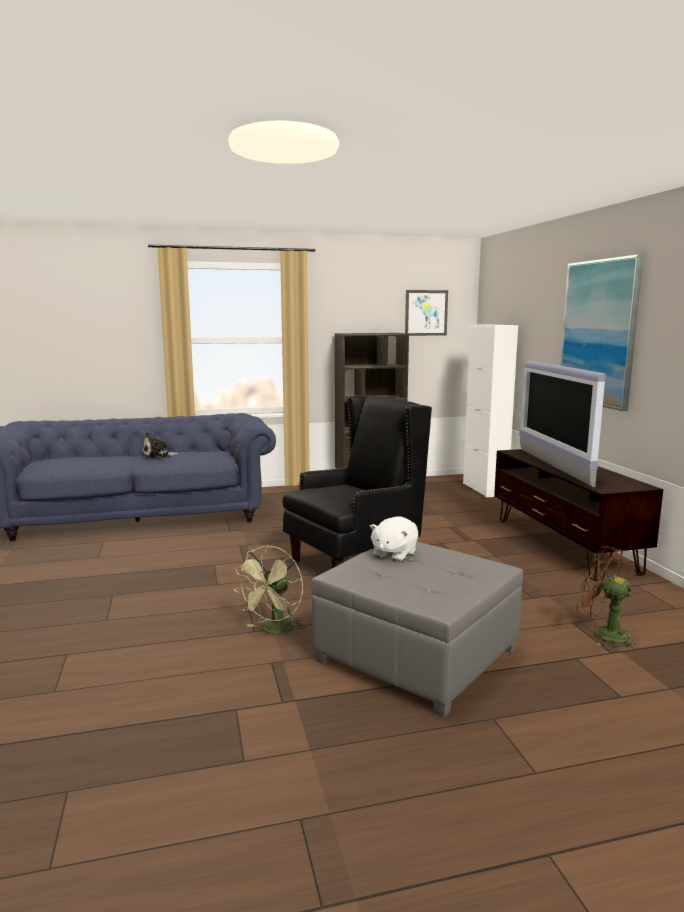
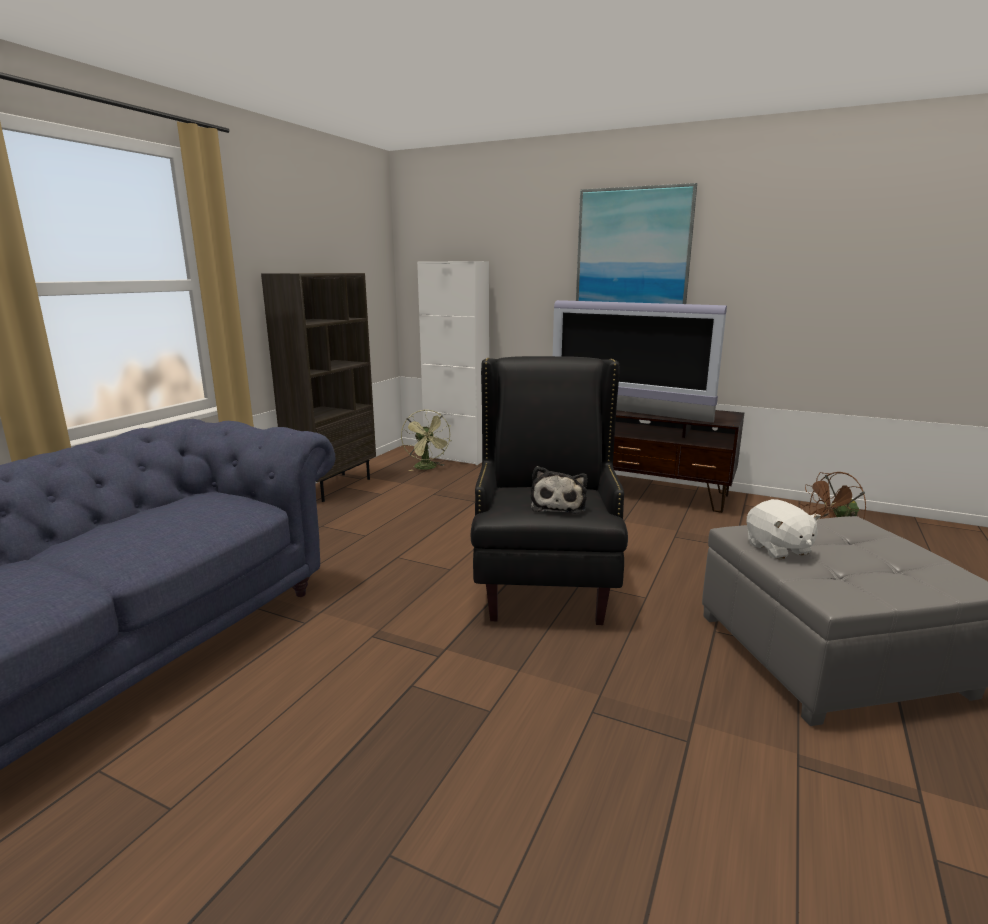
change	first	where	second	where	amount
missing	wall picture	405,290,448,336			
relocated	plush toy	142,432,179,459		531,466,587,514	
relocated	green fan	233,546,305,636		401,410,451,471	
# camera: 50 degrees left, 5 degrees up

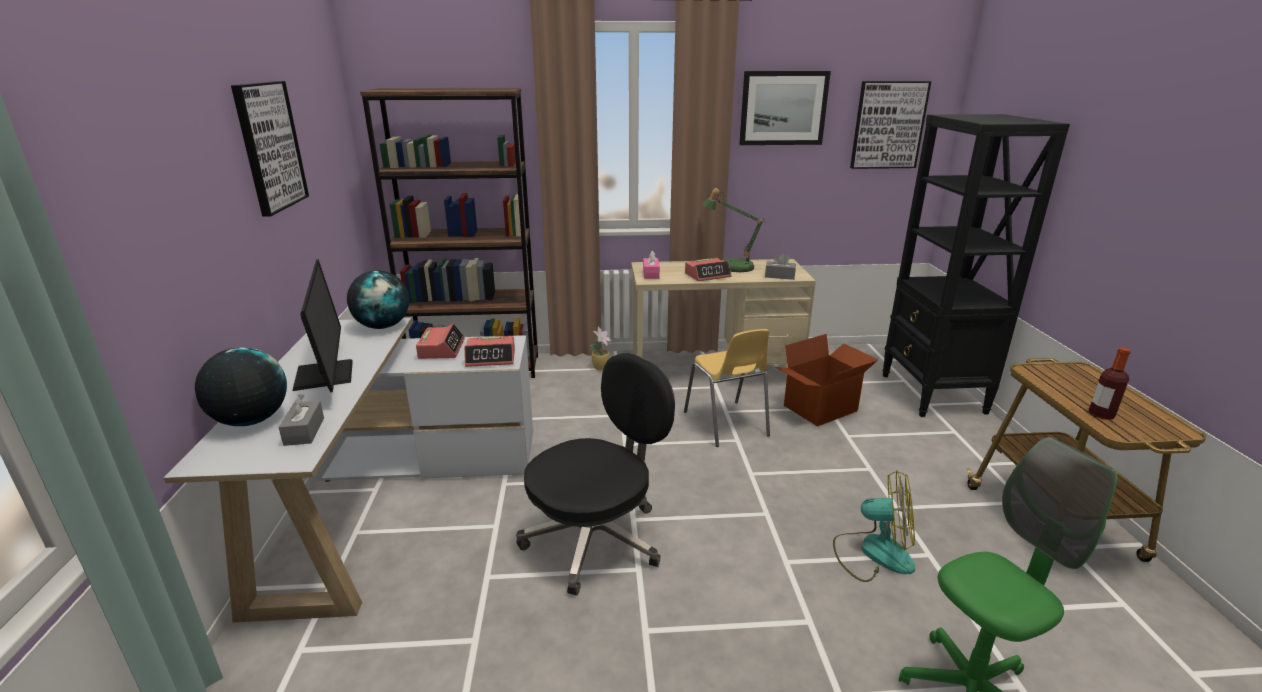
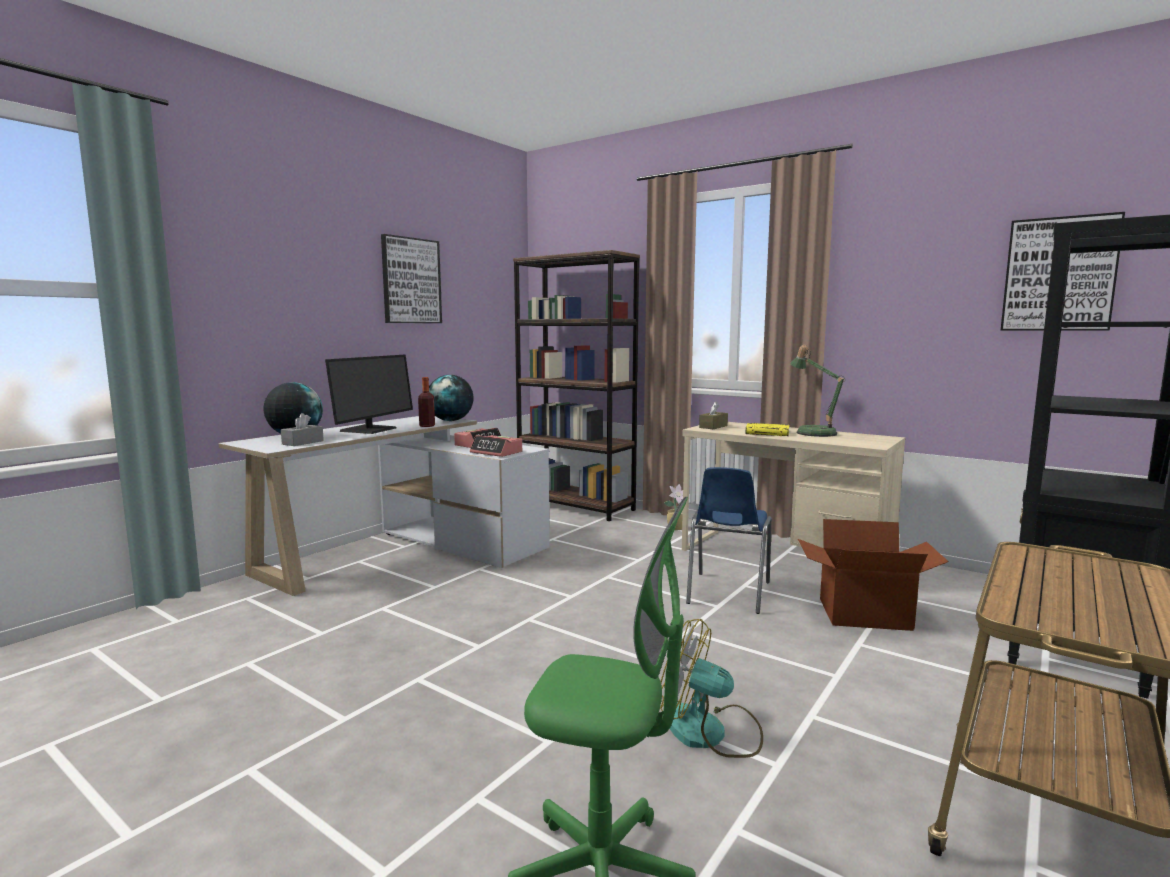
change	first	where	second	where	amount
missing	blackish desk chair	516,353,675,596			
missing	wall picture	739,71,831,145			
missing	grey box of tissues	765,253,796,280			
relocated	bottle	1088,347,1131,419		418,377,435,427	
exchanged	alarm clock	685,258,731,281	yellowish volume	745,423,789,436	
colour	pink box of tissues	643,251,660,279	brown-coloured box of tissues	699,401,728,429	
colour	yellowish plain chair	684,329,770,447	blue plain chair	686,467,772,614	
spun	fan	833,470,915,582		660,619,763,758	150 degrees clockwise
# camera: 40 degrees right, 15 degrees down

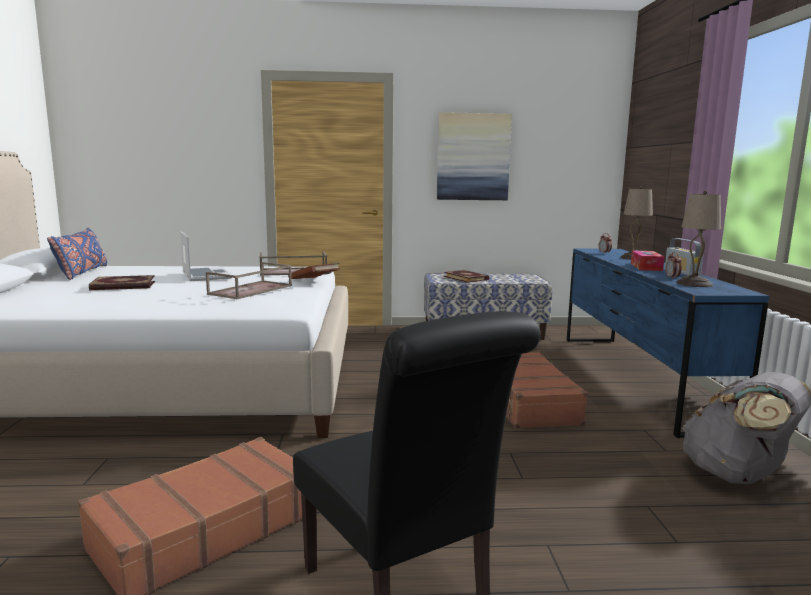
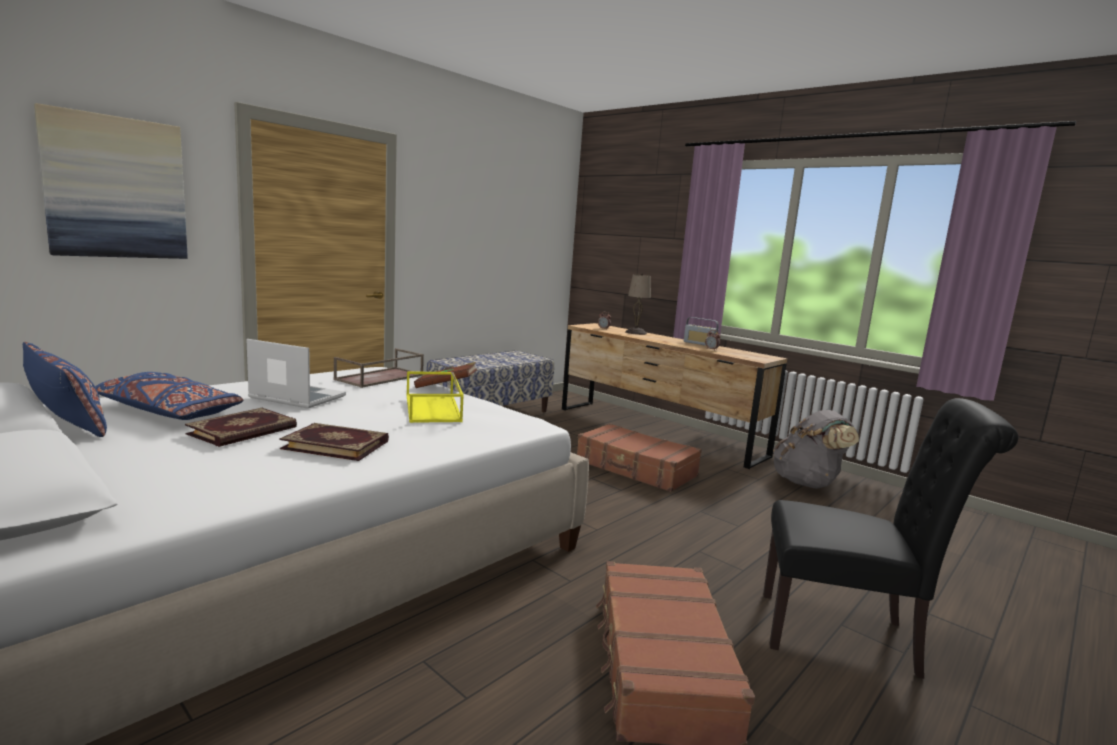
change	first	where	second	where	amount
missing	box of tissues	631,250,664,271			
missing	sand-coloured table lamp	676,191,721,287			
appeared			blue pillow	95,372,244,420	
relocated	wall picture	437,112,512,200		34,103,188,259	
relocated	volume	444,270,489,283		280,423,389,461	
colour	brown-coloured serving tray	206,262,292,299	yellowish serving tray	407,371,464,423	
colour	blue dresser	567,248,769,438	brown-coloured dresser	562,323,787,469	
# camera: 45 degrees left, 0 degrees up

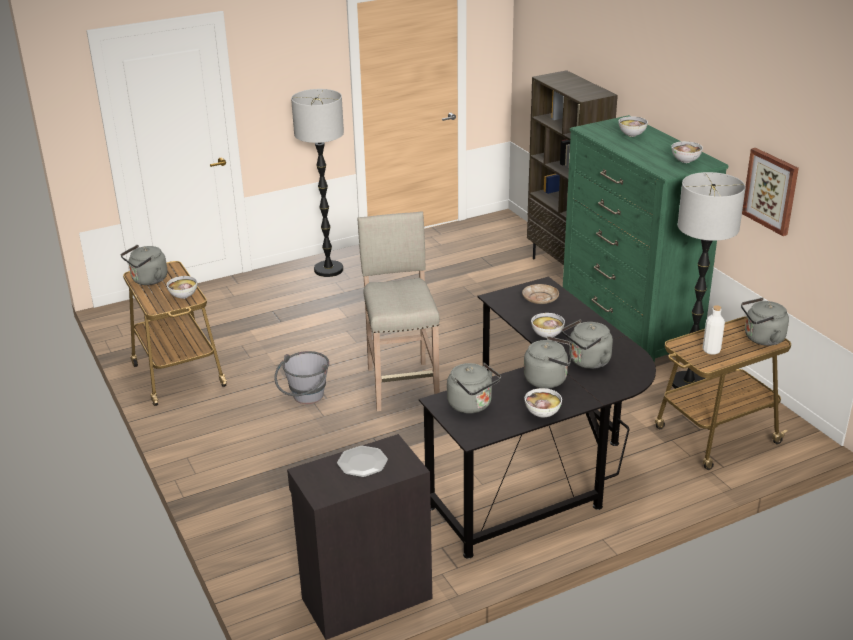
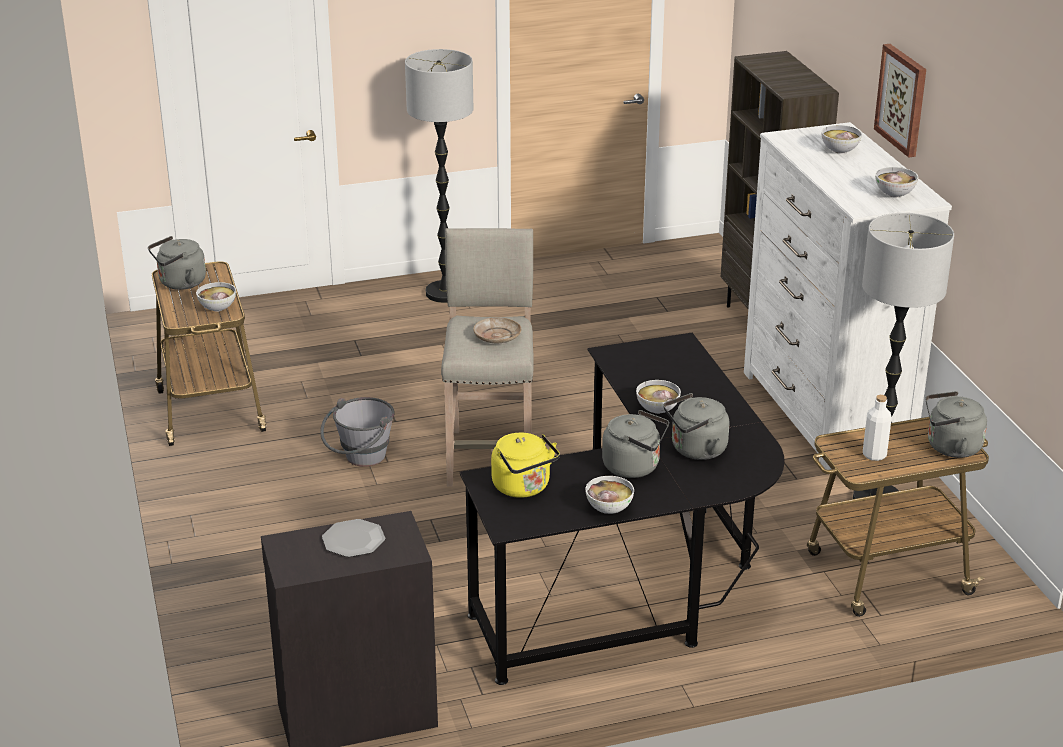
change	first	where	second	where	amount
relocated	sand-coloured plate	522,284,559,304		473,317,521,343	
relocated	wall picture	742,148,799,236		874,44,926,158	
colour	grey water kettle	447,363,501,414	yellowish water kettle	491,433,560,498	
colour	green dresser	563,115,729,363	whitish dresser	744,122,952,470	
# camera: 10 degrees right, 0 degrees up

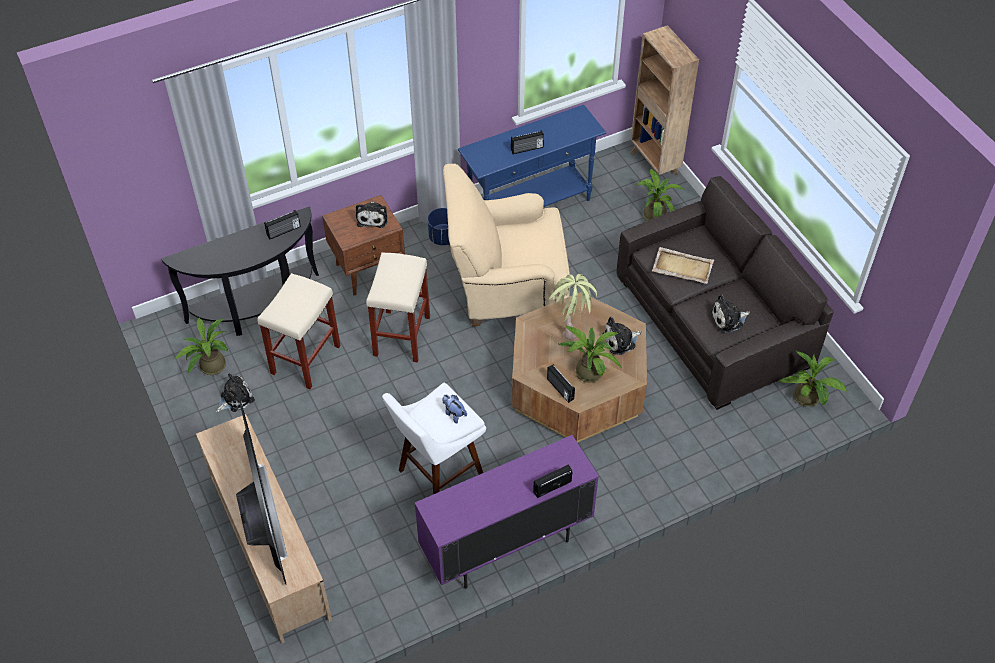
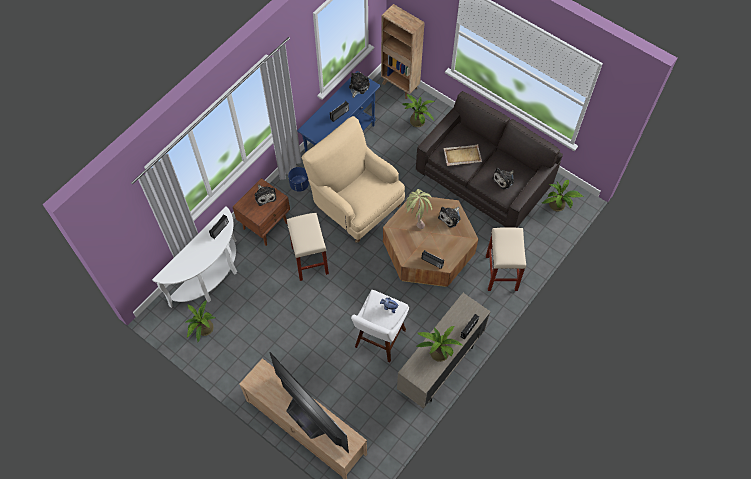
change	first	where	second	where	amount
relocated	plush toy	216,373,255,412		349,72,370,98	
relocated	sand-coloured stool	257,273,341,389		486,227,526,291	
relocated	potted plant	559,325,622,383		417,326,463,362	
colour	blackish hall table	161,206,319,336	whitish hall table	152,206,237,308	
colour	purple cabinet	415,435,599,589	sand-coloured cabinet	397,293,491,409	
spun	sand-coloured easy chair	443,164,570,326		302,116,405,243	75 degrees clockwise
# camera: 25 degrees left, 10 degrees up

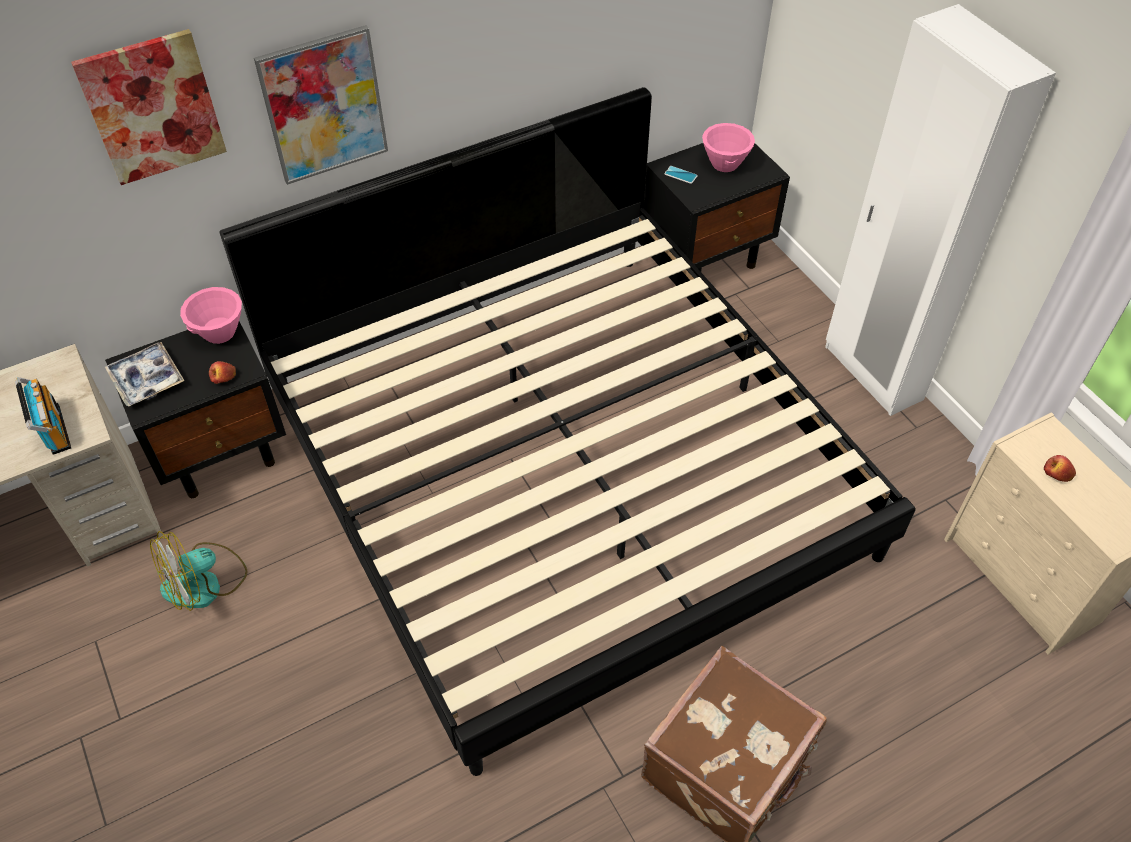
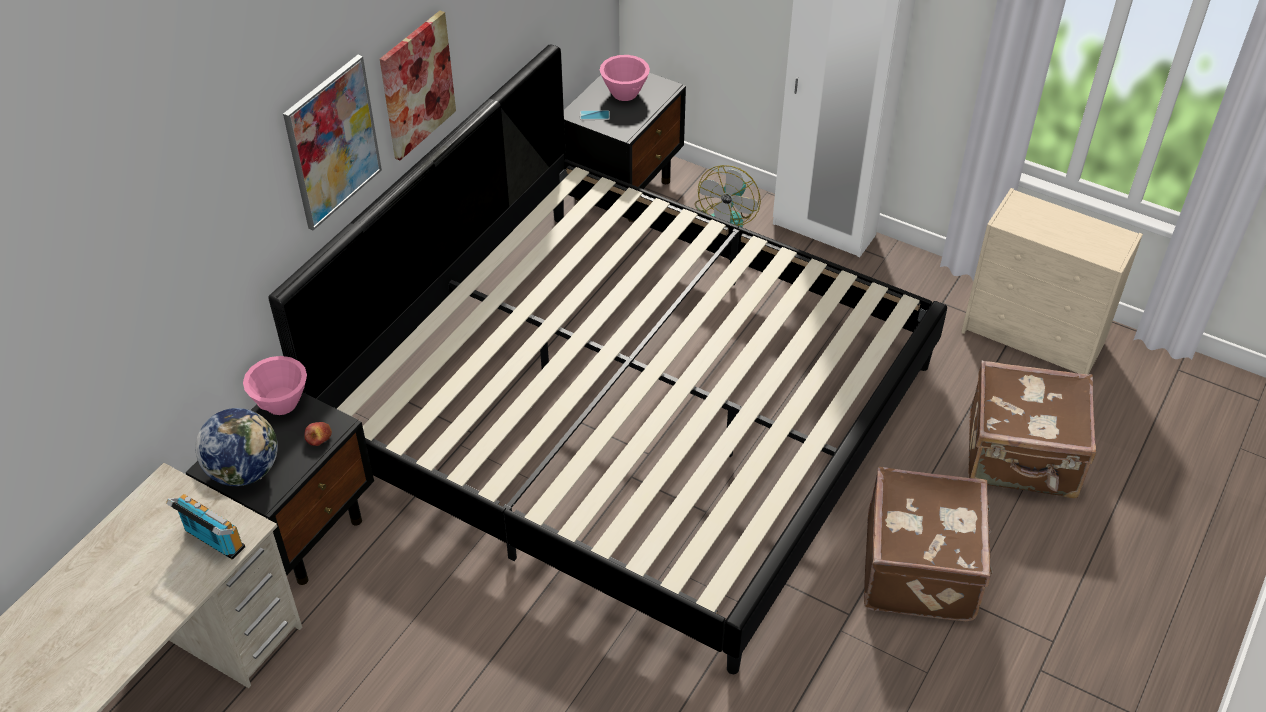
change	first	where	second	where	amount
missing	whole apple	1044,455,1076,482			
appeared			brown-coloured suitcase	968,361,1096,498	
relocated	wall picture	71,29,227,185		380,11,456,160	
relocated	fan	150,531,248,611		695,165,761,228	
exchanged	serving tray	105,342,185,406	desk globe	195,408,278,486	
# camera: 30 degrees left, 5 degrees down

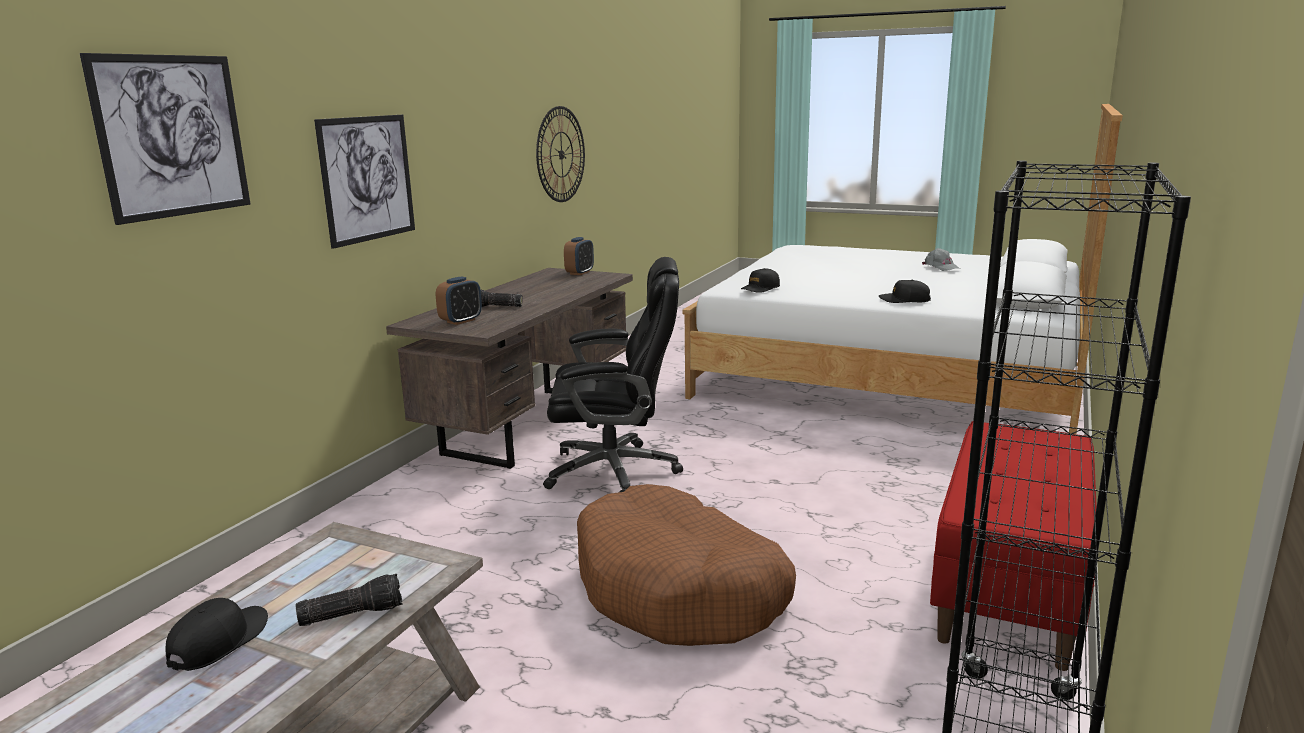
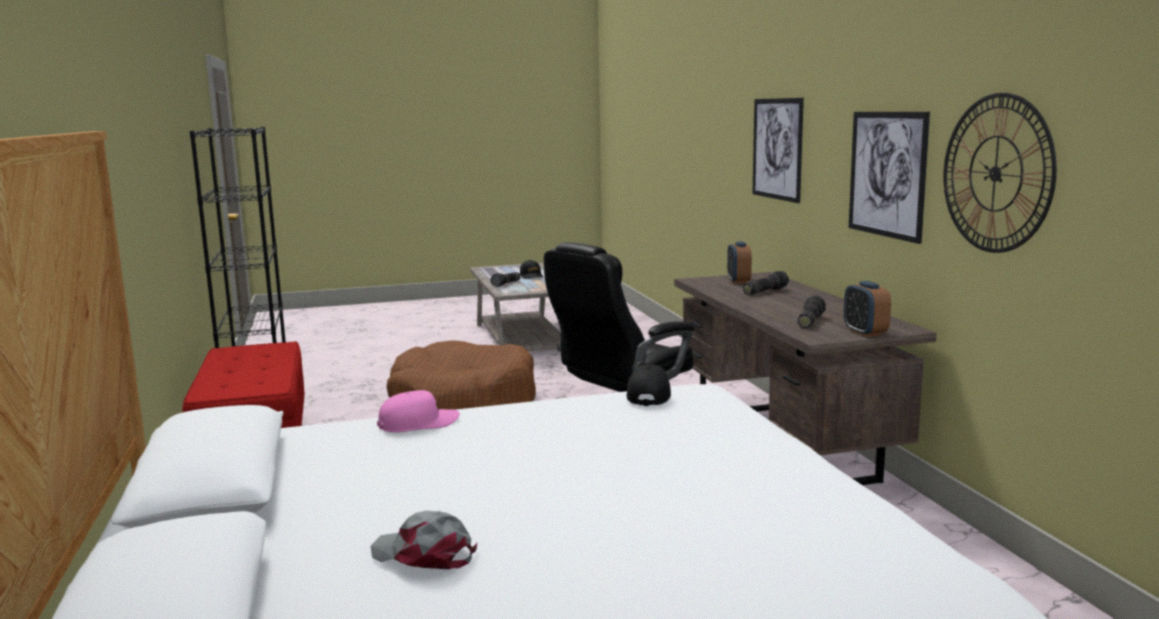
change	first	where	second	where	amount
appeared			hand torch	798,296,826,328	
relocated	wall picture	80,53,250,225		849,112,930,244	
colour	blackish cap	879,280,931,303	pink cap	377,390,460,432	
# camera: 140 degrees right, 5 degrees down

